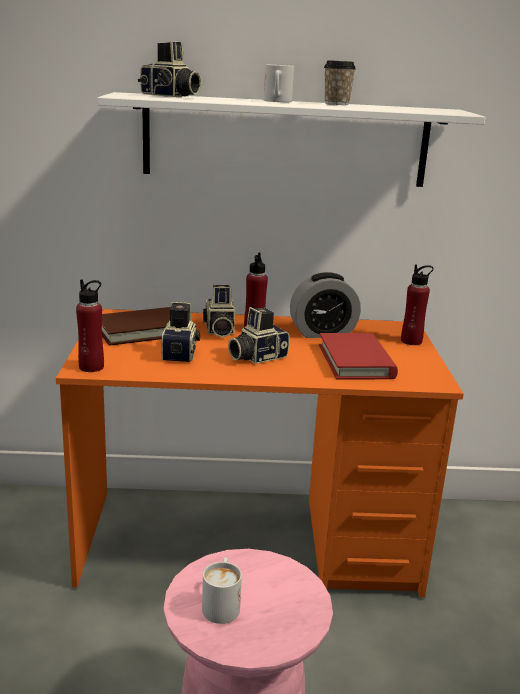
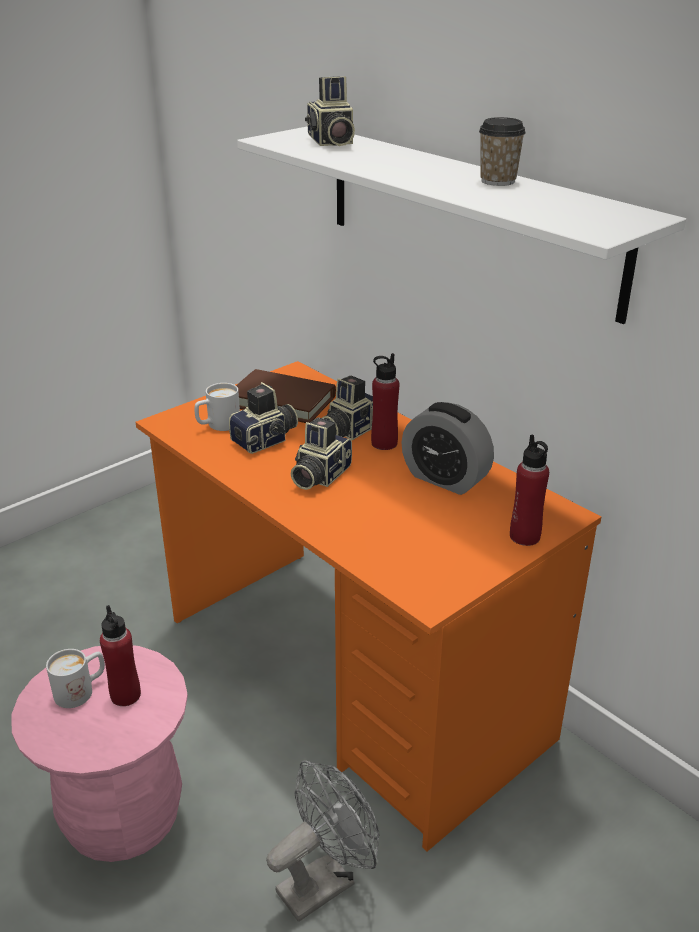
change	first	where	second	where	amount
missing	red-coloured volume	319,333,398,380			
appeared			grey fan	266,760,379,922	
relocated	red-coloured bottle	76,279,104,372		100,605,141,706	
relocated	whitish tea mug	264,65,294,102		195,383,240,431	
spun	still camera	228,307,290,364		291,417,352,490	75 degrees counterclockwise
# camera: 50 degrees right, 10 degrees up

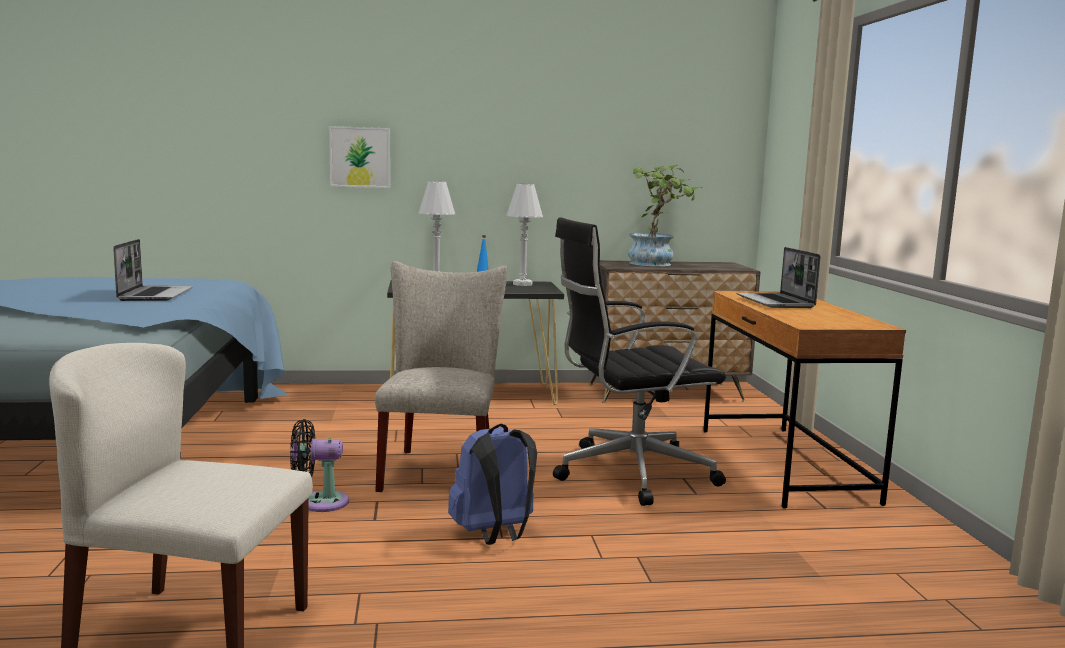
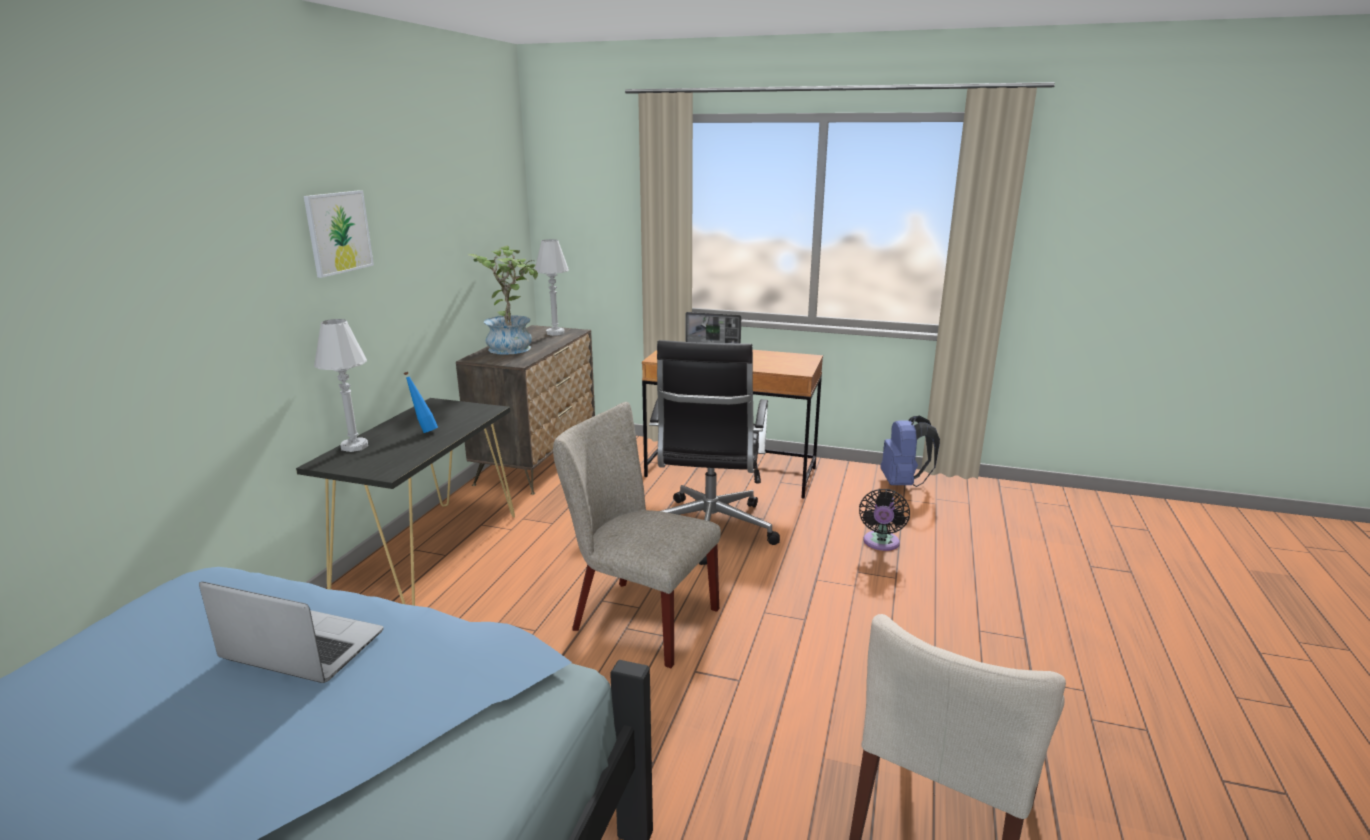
change	first	where	second	where	amount
relocated	blackish fan	290,419,349,512		859,489,910,551	
relocated	wall picture	329,126,390,188		304,190,374,278	
relocated	blue rucksack	448,424,537,545		880,415,940,487	
relocated	whitish table lamp	506,184,543,286		535,239,569,336	
# camera: 65 degrees left, 10 degrees up

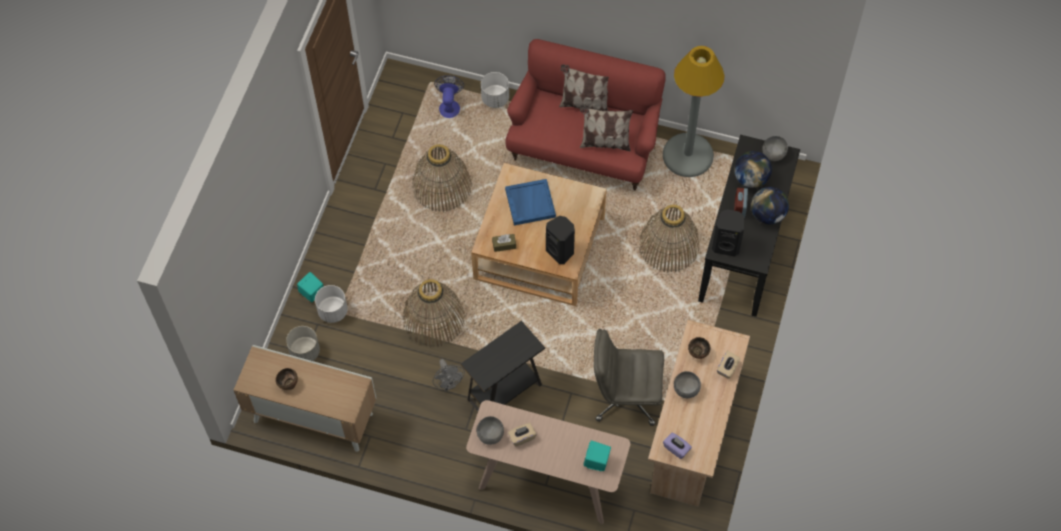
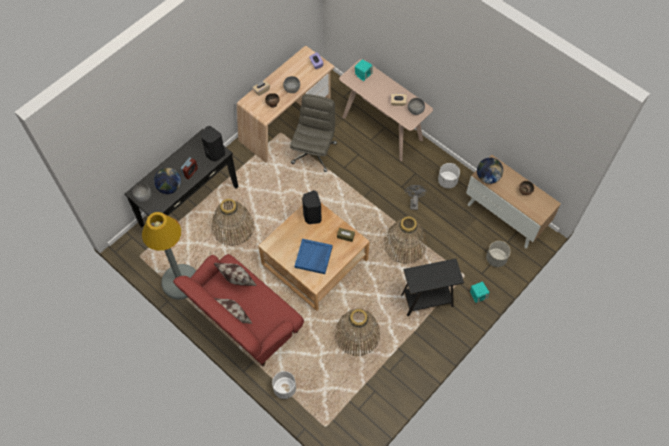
change	first	where	second	where	amount
missing	fan	434,75,464,118			
relocated	whitish plant pot	315,285,348,323		438,163,460,188	
relocated	blackish accent table	461,321,545,411		401,258,464,316	
relocated	desk globe	751,187,789,224		477,158,503,184	
spun	grey desk chair	594,329,664,426		290,94,337,172	105 degrees counterclockwise
# camera: 155 degrees left, 0 degrees up

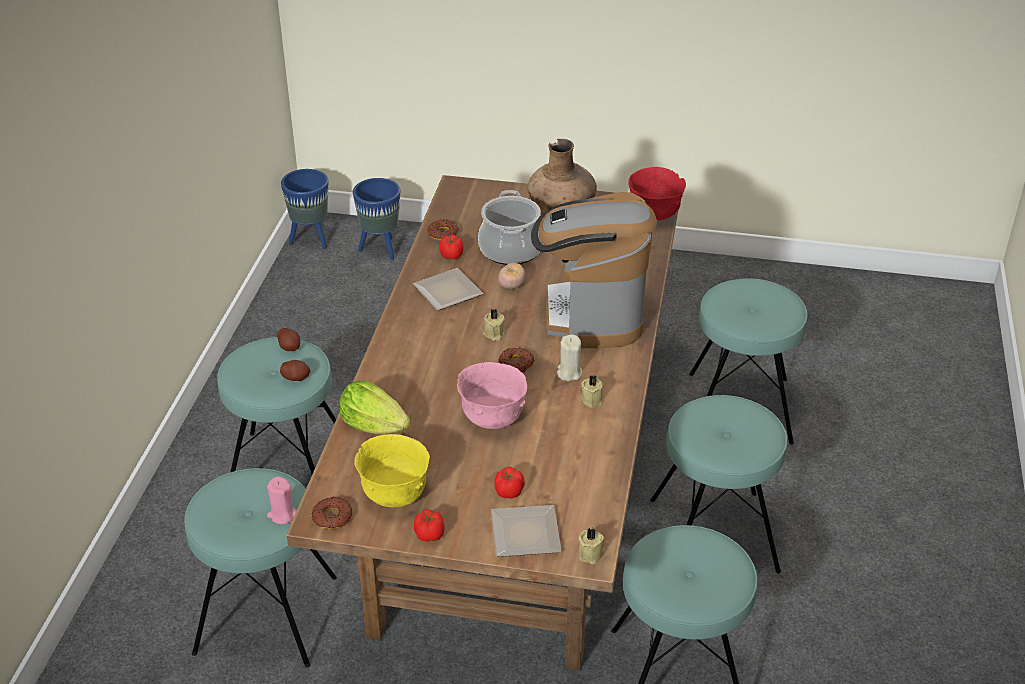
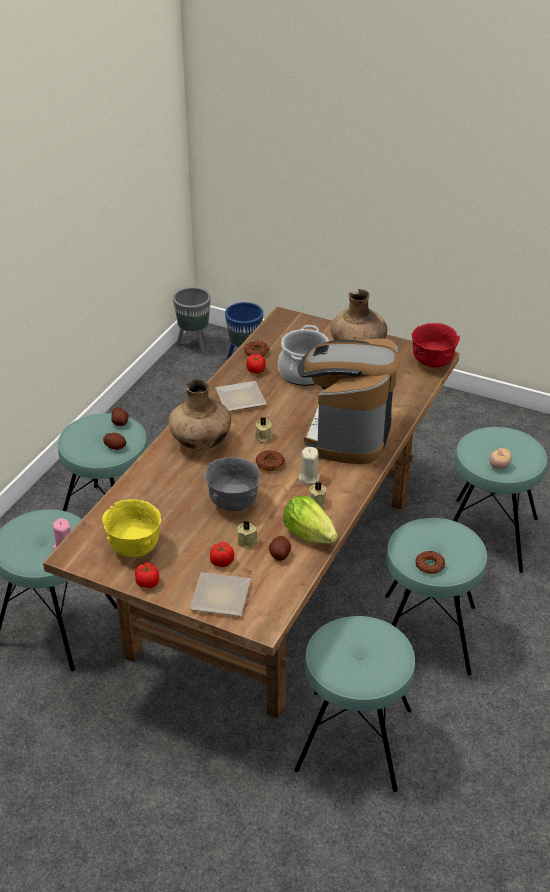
change	first	where	second	where	amount
appeared			brown-coloured vase	169,379,231,450	
appeared			whole potato	269,536,291,561	
relocated	ring doughnut	312,497,352,529		415,551,445,574	
relocated	head of lettuce	340,381,410,434		283,496,338,543	
relocated	whole tomato	498,263,525,289		489,448,512,469	
relocated	sand-coloured candle	579,528,605,564		237,521,258,549	
colour	blue plant pot	281,169,328,249	grey plant pot	173,287,211,353	
colour	pink deep dish	457,362,527,429	grey deep dish	204,457,261,511	
# camera: 15 degrees right, 0 degrees up

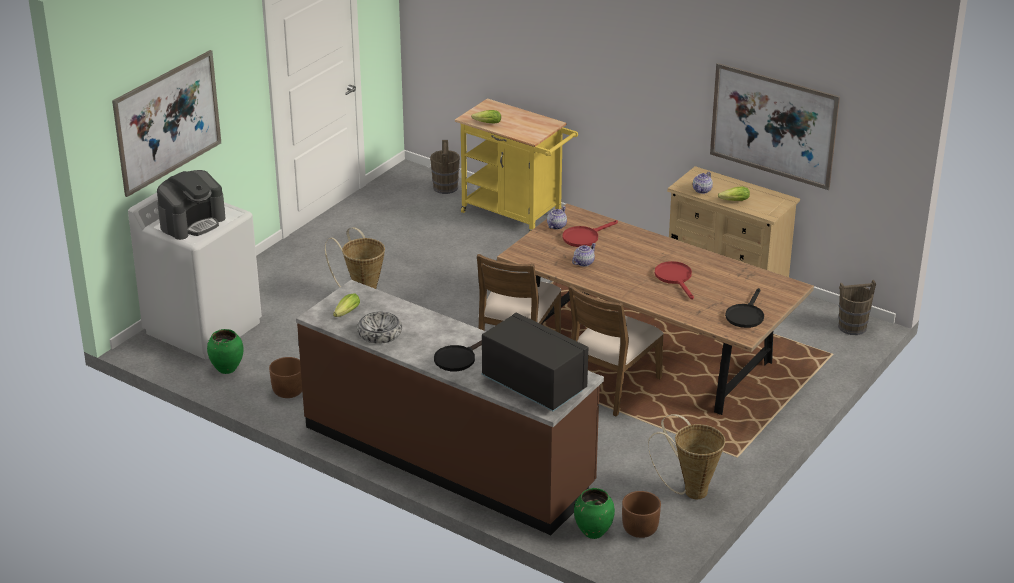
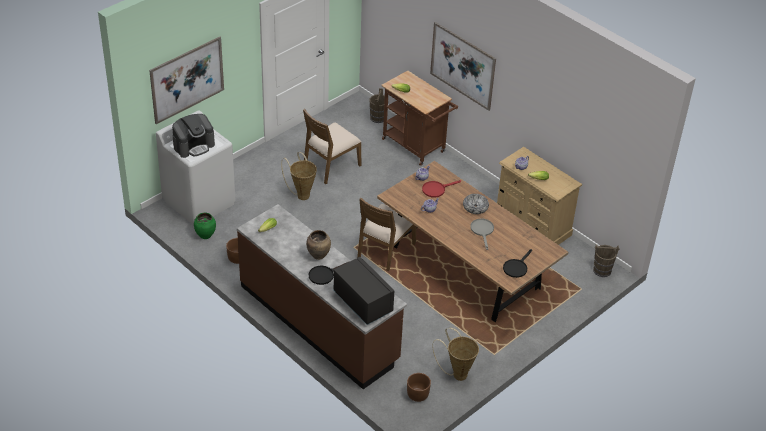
change	first	where	second	where	amount
missing	green vase	574,488,615,539			
appeared			brown-coloured vase	306,230,331,260	
relocated	deep dish	357,312,402,344		463,194,489,214	
relocated	brown-coloured plain chair	569,285,664,417		303,109,361,184	
relocated	wall picture	710,63,840,190		430,22,496,111	
colour	yellowish wheeled cart	455,98,578,232	brown-coloured wheeled cart	381,71,458,166	
colour	red-coloured frying pan	655,261,694,299	grey frying pan	470,218,494,250	
# camera: 10 degrees right, 10 degrees up

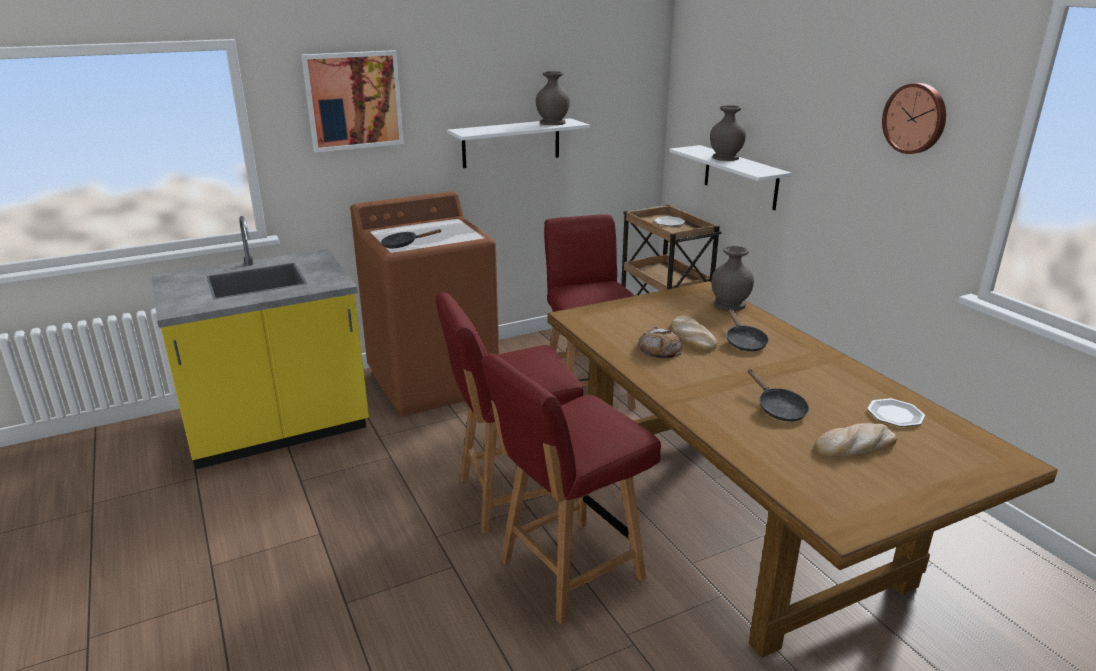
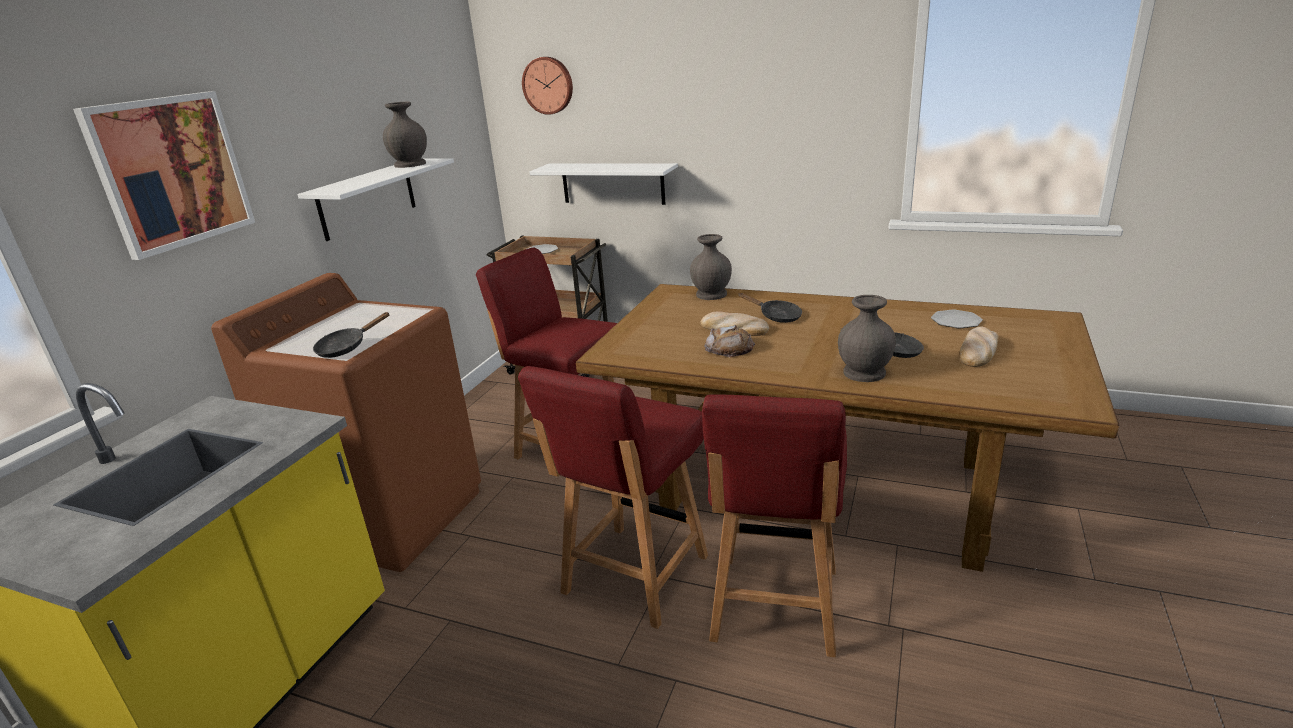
change	first	where	second	where	amount
relocated	grey vase	710,105,746,161		838,295,896,382	
relocated	wall clock	882,83,946,154		522,57,573,115	
# camera: 40 degrees left, 0 degrees up

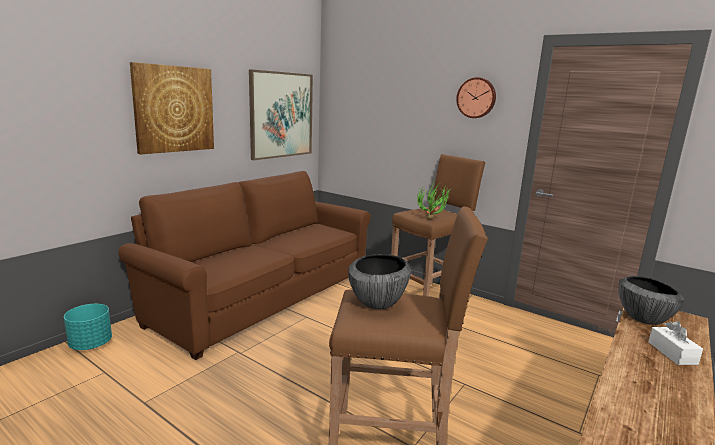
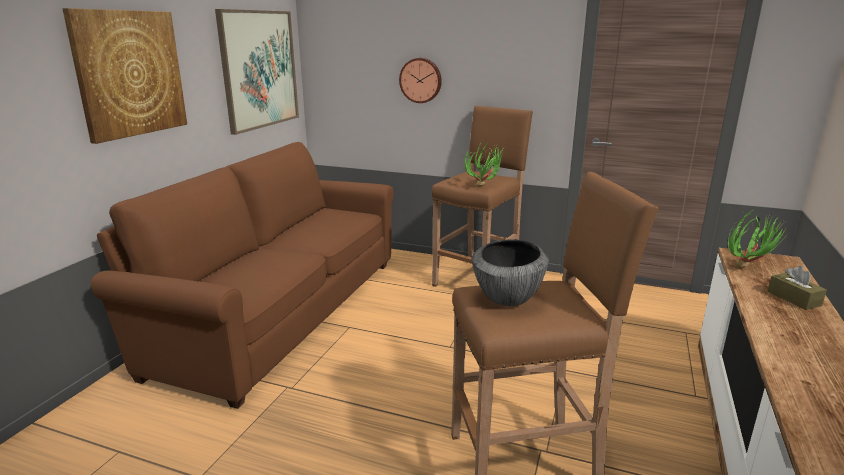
change	first	where	second	where	amount
missing	turquoise-coloured plant pot	64,304,112,350			
relocated	wall clock	456,77,496,118		399,58,442,103	
exchanged	deep dish	619,276,684,325	potted plant	728,210,789,268	
colour	whitish box of tissues	648,321,703,365	brown-coloured box of tissues	768,266,827,310	
# camera: 15 degrees left, 5 degrees up

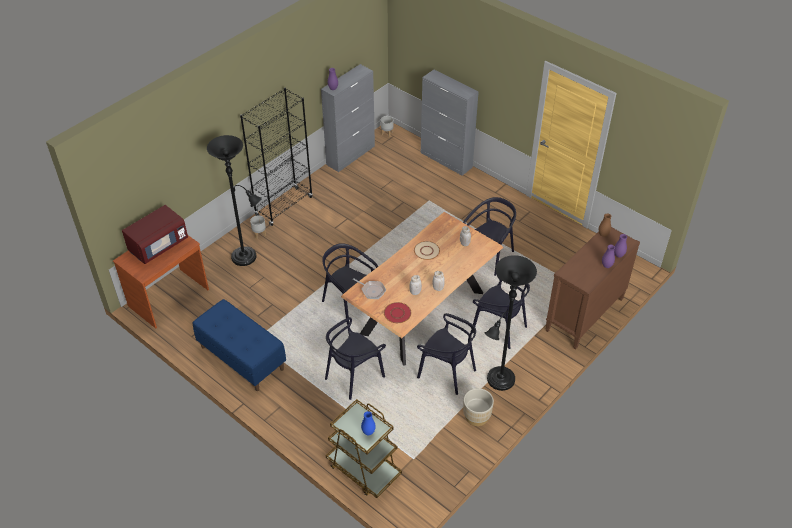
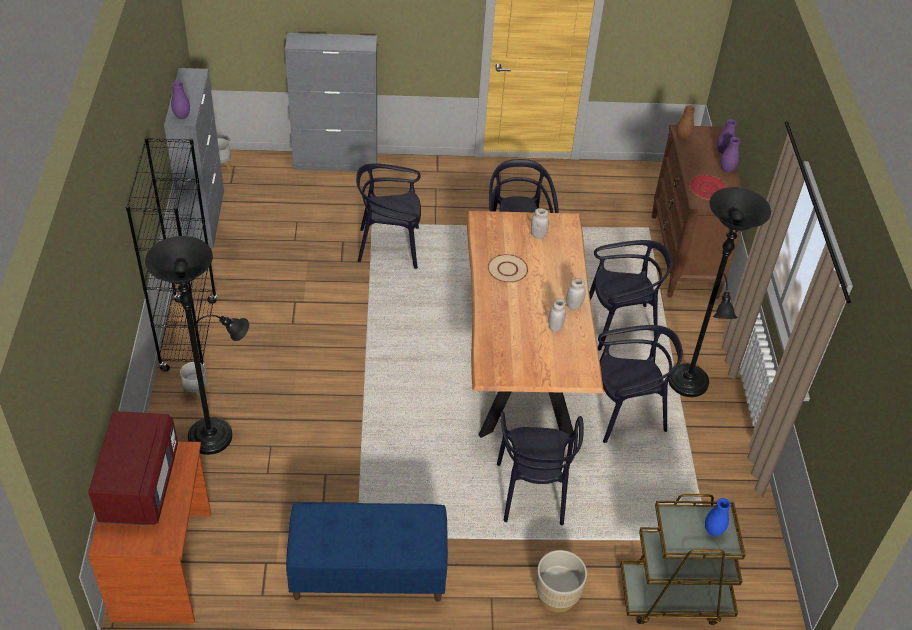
change	first	where	second	where	amount
missing	frying pan	353,278,386,299			
relocated	blackish plain chair	322,243,378,325		356,163,421,269	
relocated	red-coloured plate	384,302,411,323		689,175,728,200	
relocated	sand-coloured plant pot	463,388,494,426		536,550,587,612	
# camera: 45 degrees left, 0 degrees up

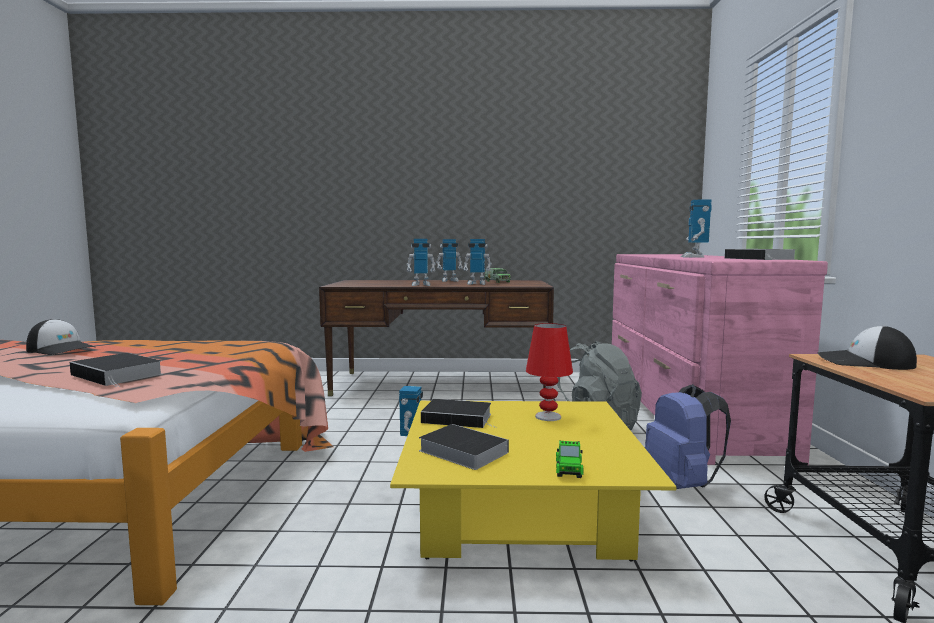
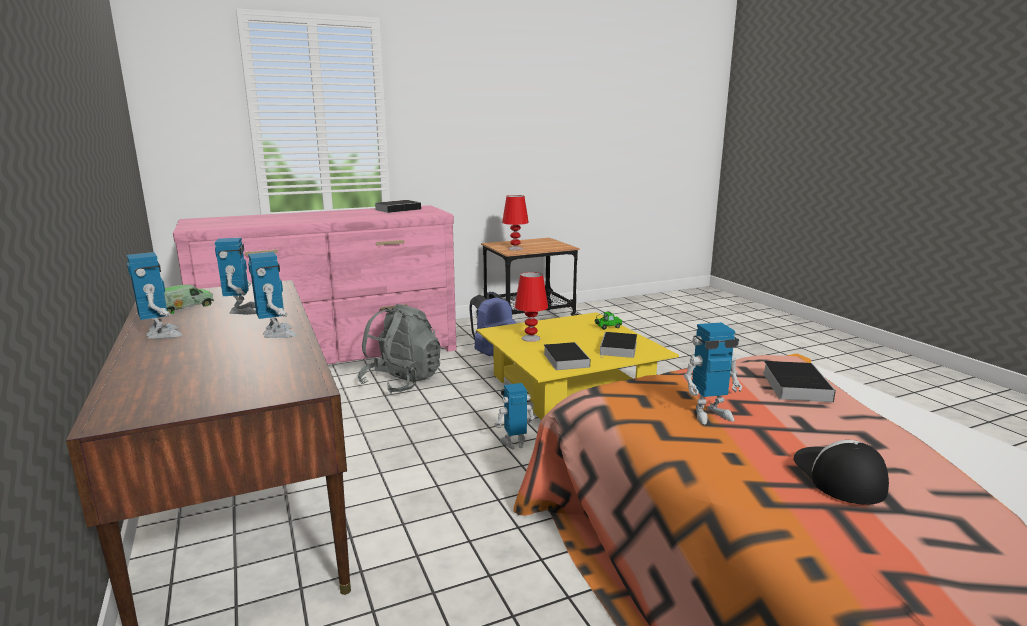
change	first	where	second	where	amount
relocated	model robot	681,199,712,258		684,322,742,424	
exchanged	cap	818,325,917,370	red-coloured table lamp	502,195,529,250	
# camera: 115 degrees left, 10 degrees up

